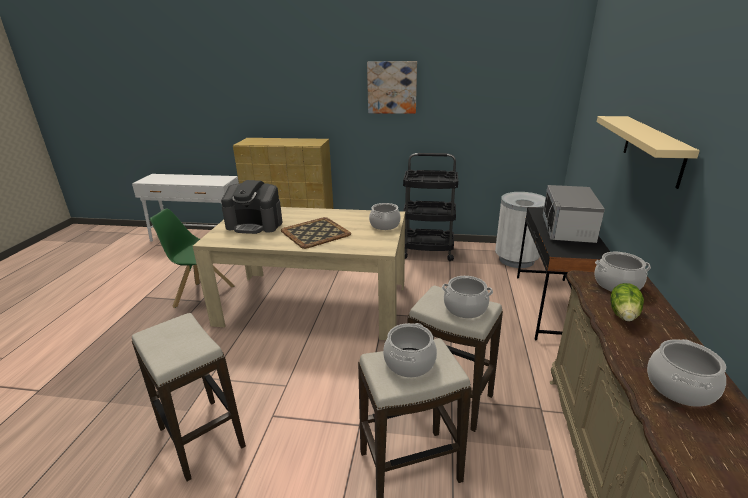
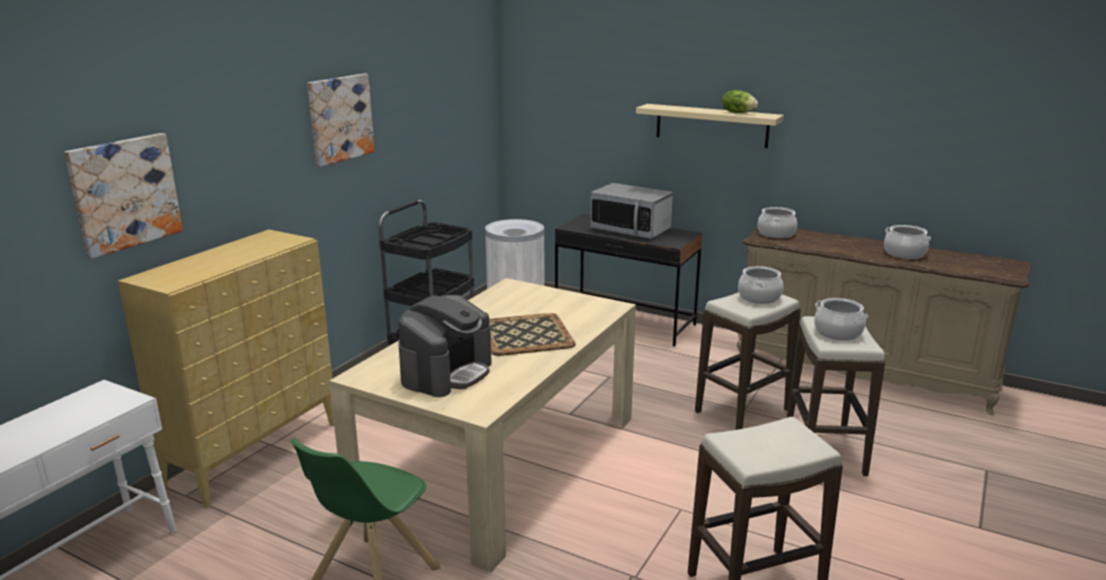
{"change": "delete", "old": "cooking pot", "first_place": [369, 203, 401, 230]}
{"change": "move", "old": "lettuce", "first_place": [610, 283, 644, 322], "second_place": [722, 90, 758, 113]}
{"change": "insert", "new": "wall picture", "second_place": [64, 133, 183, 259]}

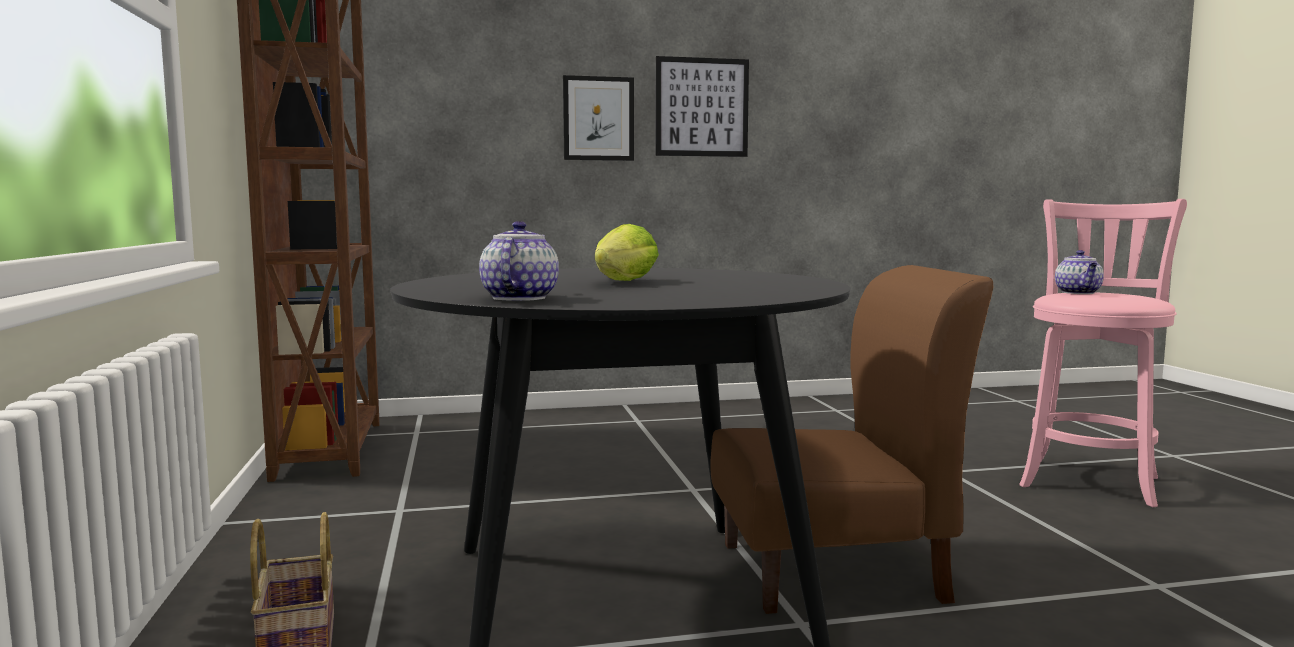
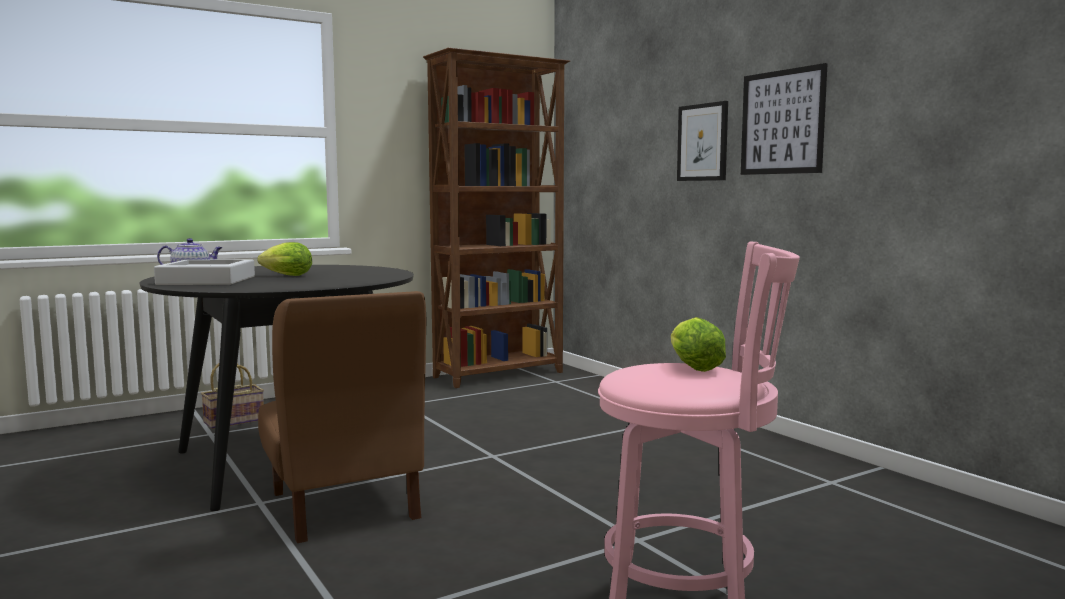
{"change": "replace", "old": "teapot", "new": "lettuce", "first_place": [1055, 250, 1104, 294], "second_place": [671, 317, 726, 372]}
{"change": "insert", "new": "gray carrying tray", "second_place": [154, 259, 255, 285]}

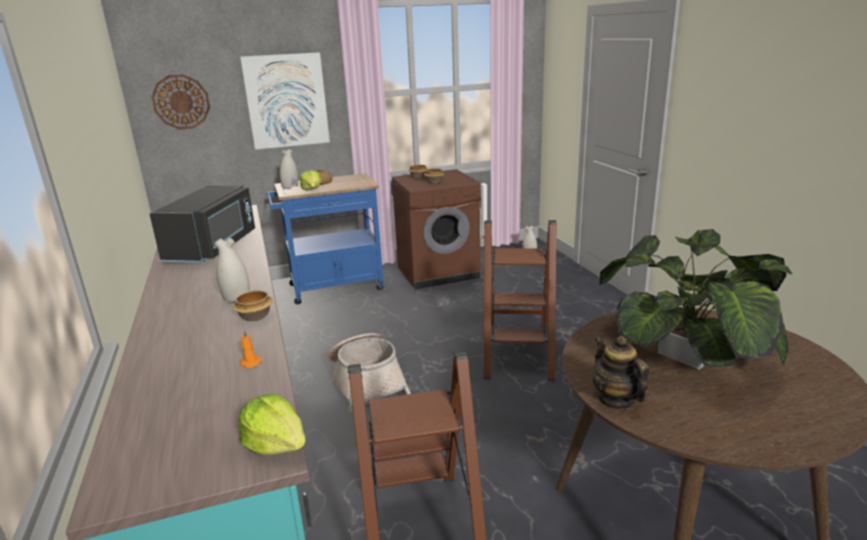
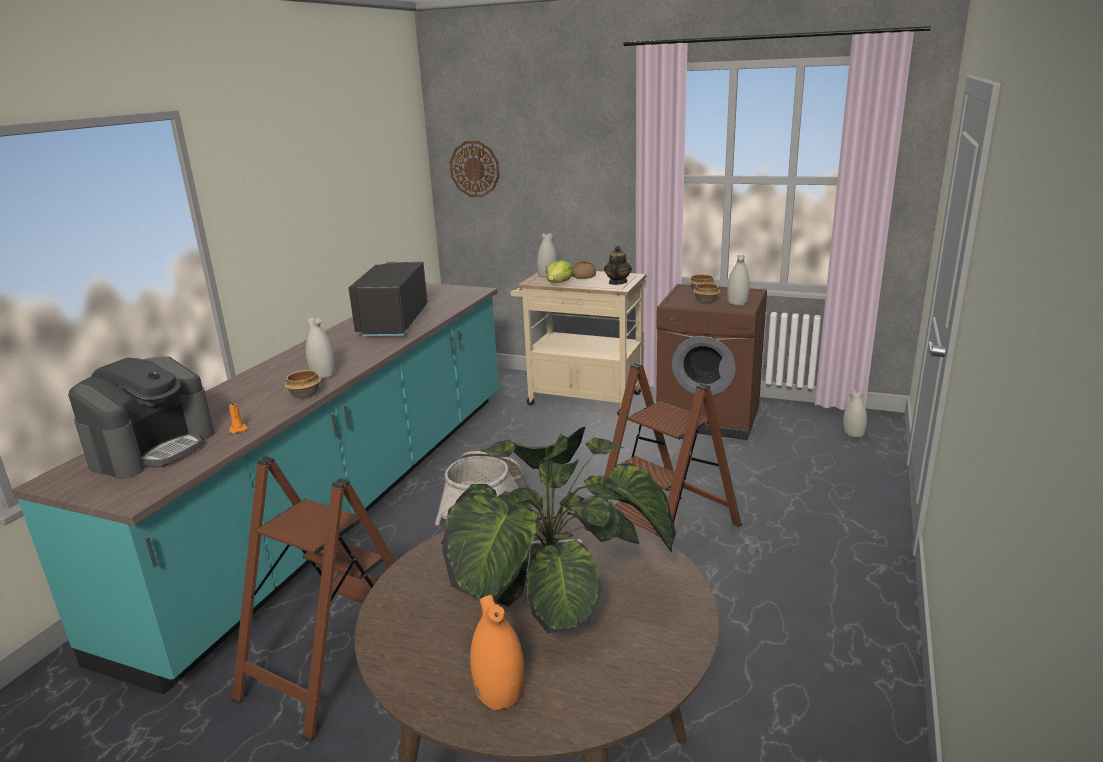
{"change": "rotate", "old": "blackish microwave", "first_place": [150, 185, 255, 262], "second_place": [349, 262, 428, 337], "degrees": 135}
{"change": "delete", "old": "lettuce", "first_place": [238, 394, 306, 455]}
{"change": "delete", "old": "wall picture", "first_place": [240, 52, 330, 150]}
{"change": "recolor", "old": "blue wheeled cart", "new": "beige-coloured wheeled cart", "first_place": [266, 173, 384, 305], "second_place": [510, 271, 646, 416]}
{"change": "move", "old": "teapot", "first_place": [592, 336, 649, 410], "second_place": [604, 246, 632, 285]}
{"change": "insert", "new": "coffee brewer", "second_place": [68, 356, 215, 479]}
{"change": "insert", "new": "orangey decorative vase", "second_place": [470, 595, 524, 710]}
{"change": "insert", "new": "whitish decorative vase", "second_place": [727, 255, 750, 306]}

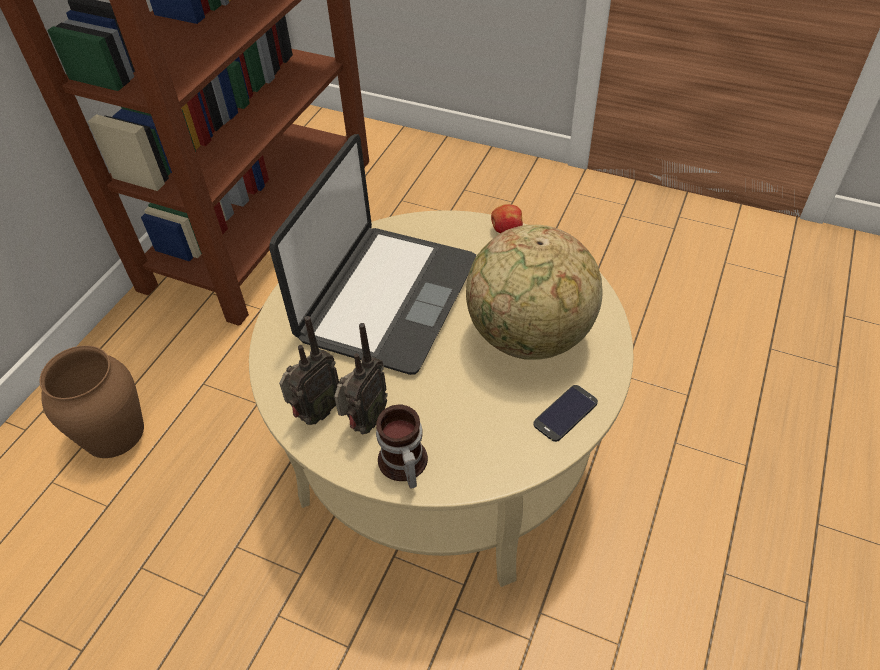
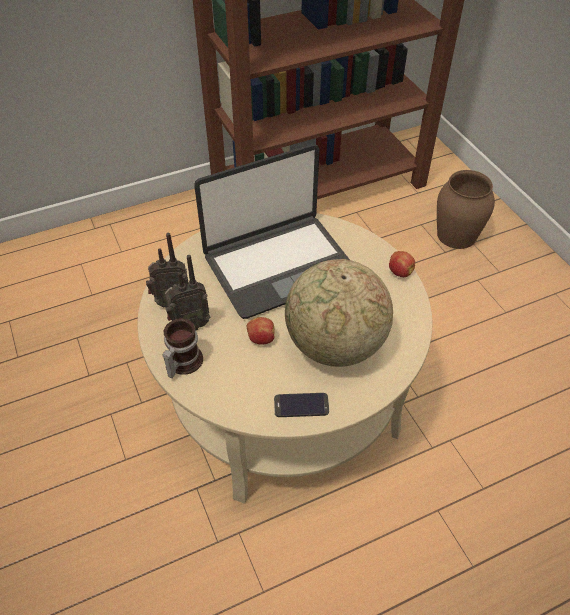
{"change": "move", "old": "brown-coloured decorative vase", "first_place": [40, 345, 144, 458], "second_place": [437, 170, 495, 249]}
{"change": "insert", "new": "whole apple", "second_place": [247, 317, 275, 345]}

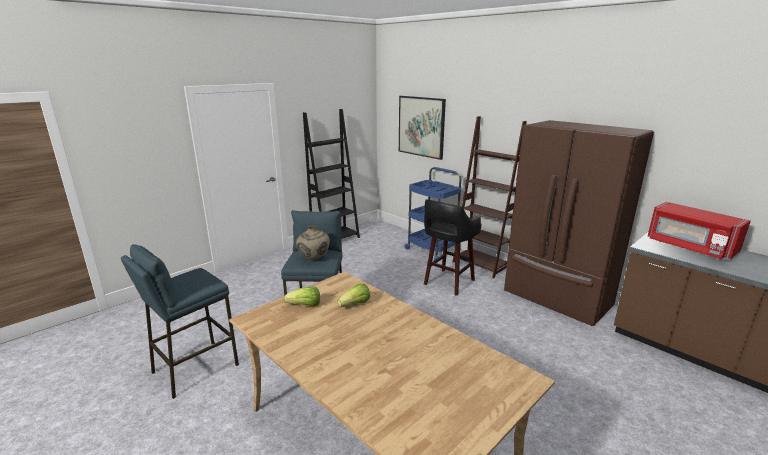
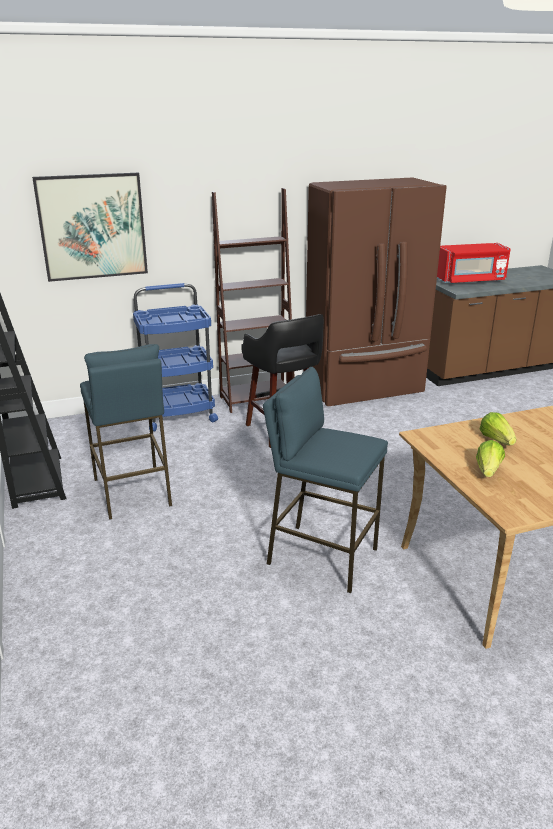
{"change": "move", "old": "blue stool seat", "first_place": [121, 244, 239, 399], "second_place": [80, 344, 172, 520]}
{"change": "delete", "old": "beige-coloured decorative vase", "first_place": [296, 226, 330, 260]}

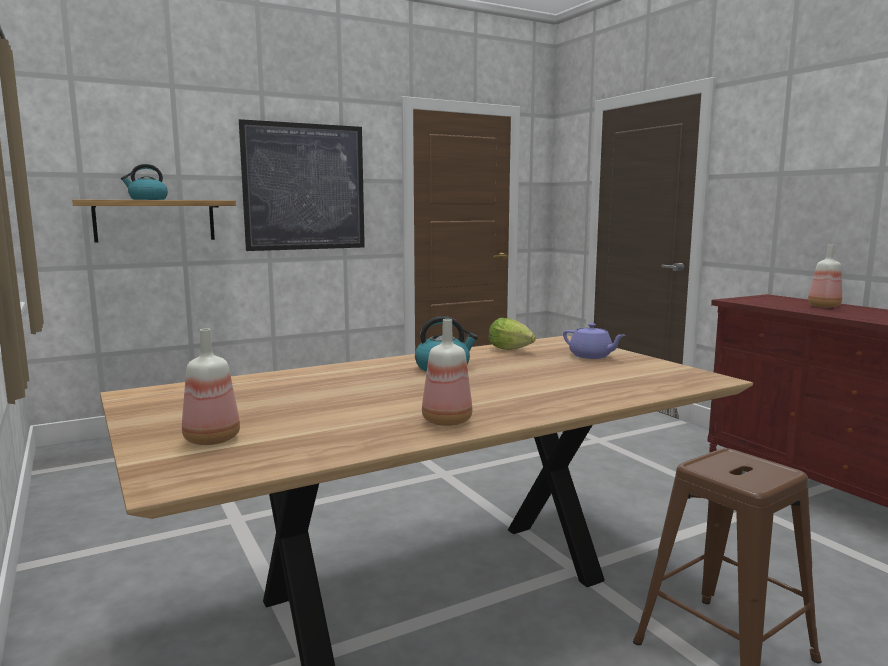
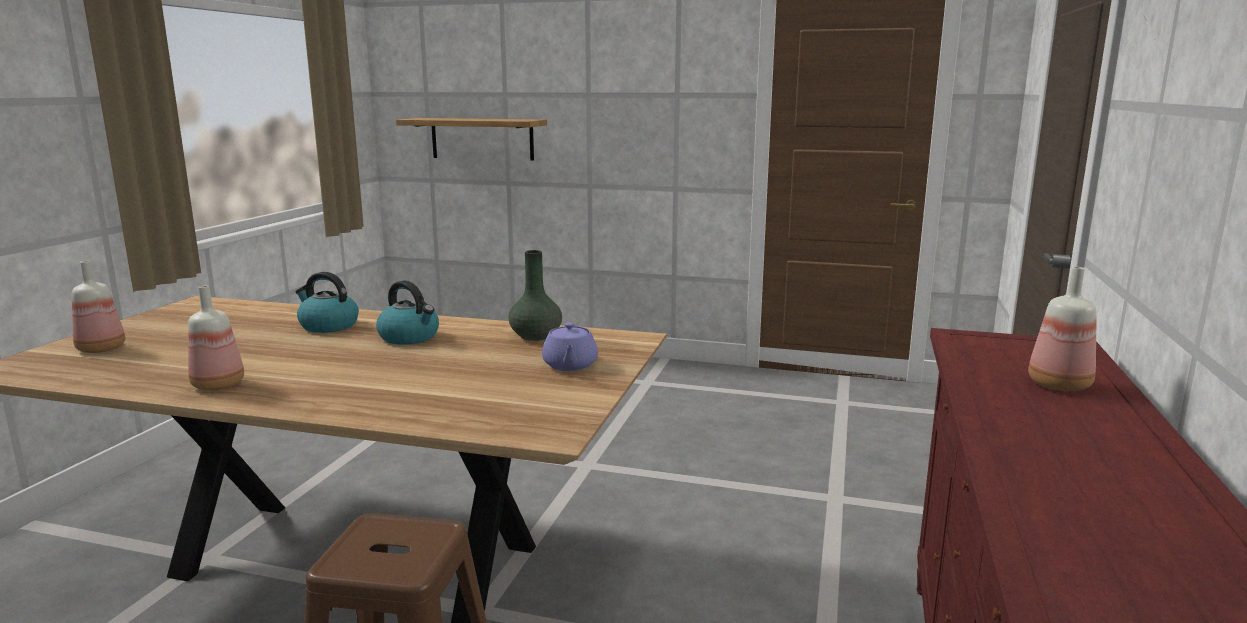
{"change": "move", "old": "water kettle", "first_place": [121, 164, 168, 200], "second_place": [295, 272, 359, 333]}
{"change": "delete", "old": "wall picture", "first_place": [239, 119, 365, 251]}
{"change": "replace", "old": "lettuce", "new": "greenish decorative vase", "first_place": [488, 318, 536, 350], "second_place": [508, 250, 562, 341]}

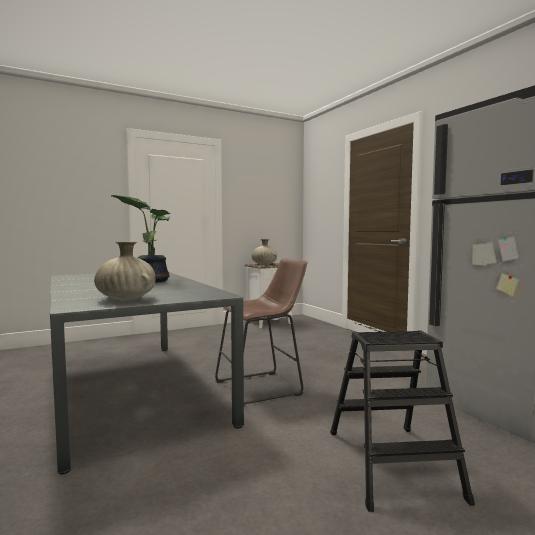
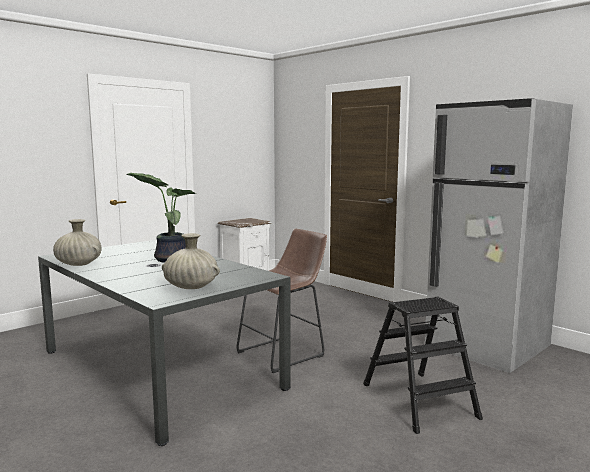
{"change": "move", "old": "beige-coloured decorative vase", "first_place": [252, 239, 277, 265], "second_place": [53, 219, 102, 266]}

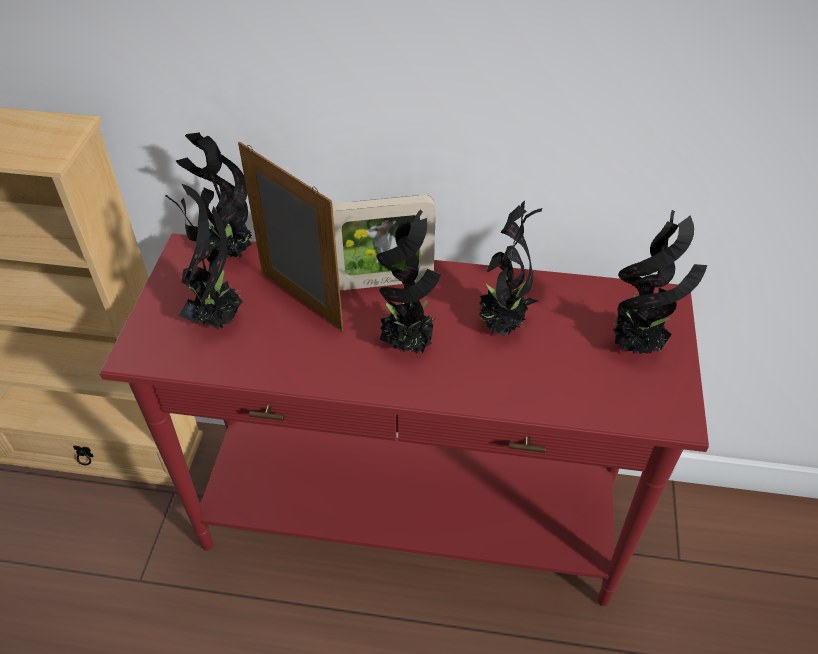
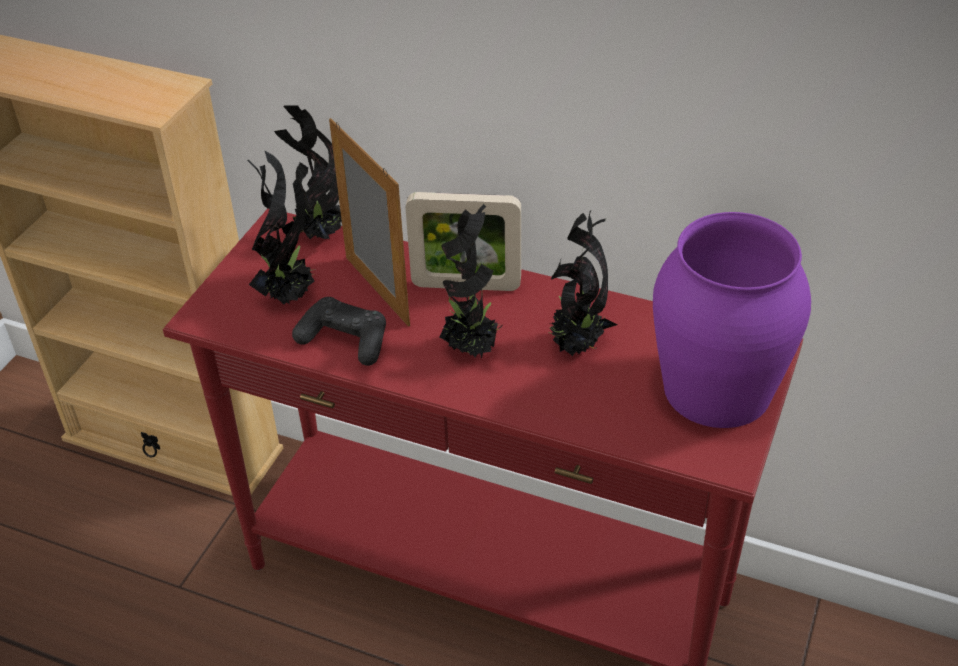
{"change": "replace", "old": "potted plant", "new": "purplish decorative vase", "first_place": [613, 210, 707, 354], "second_place": [653, 212, 811, 428]}
{"change": "insert", "new": "blackish game controller", "second_place": [292, 297, 386, 366]}

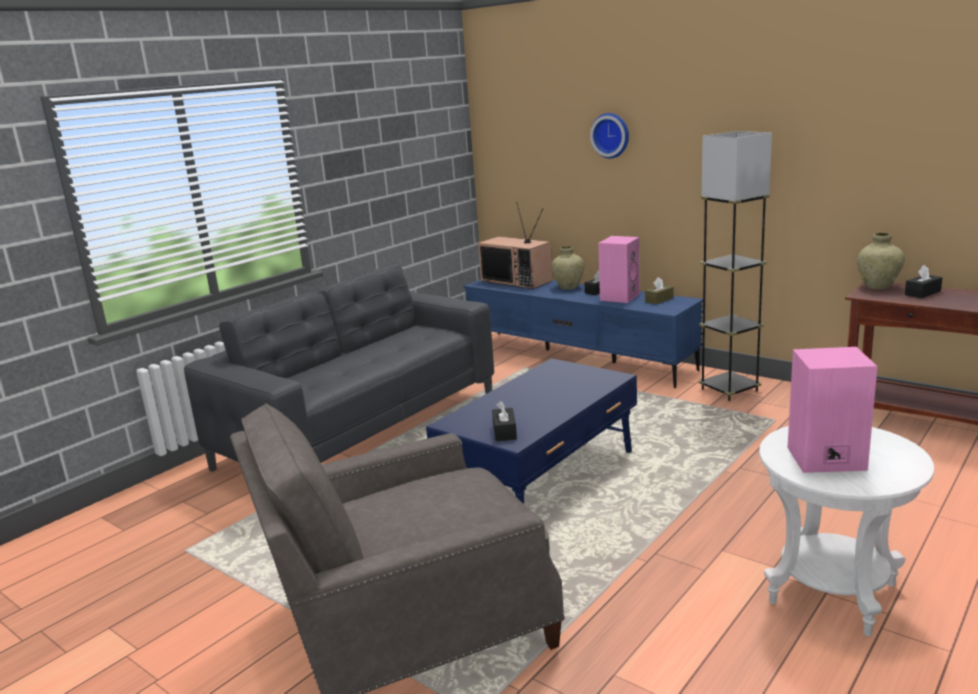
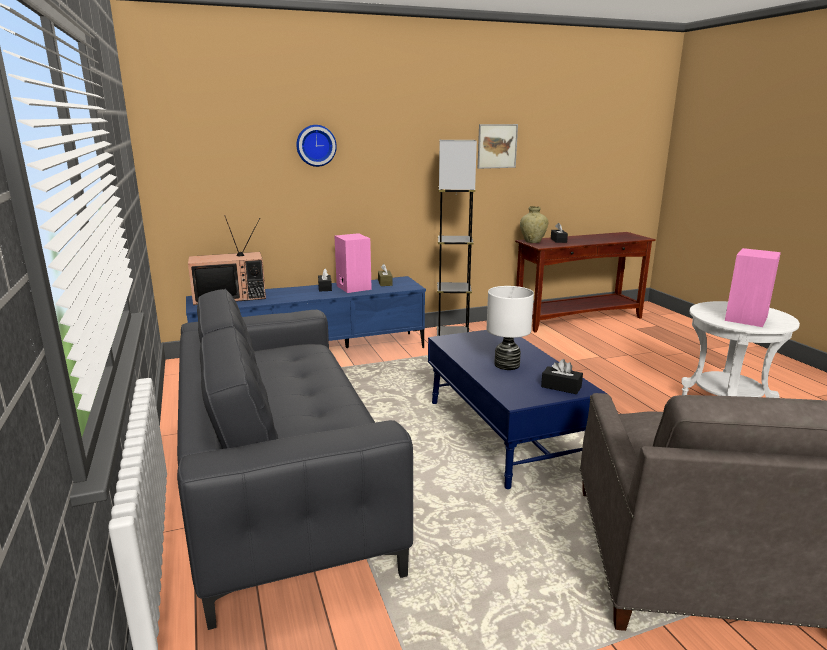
{"change": "delete", "old": "beige-coloured decorative vase", "first_place": [551, 246, 584, 290]}
{"change": "insert", "new": "wall picture", "second_place": [478, 124, 518, 169]}
{"change": "insert", "new": "whitish lamp for a table", "second_place": [487, 286, 534, 370]}

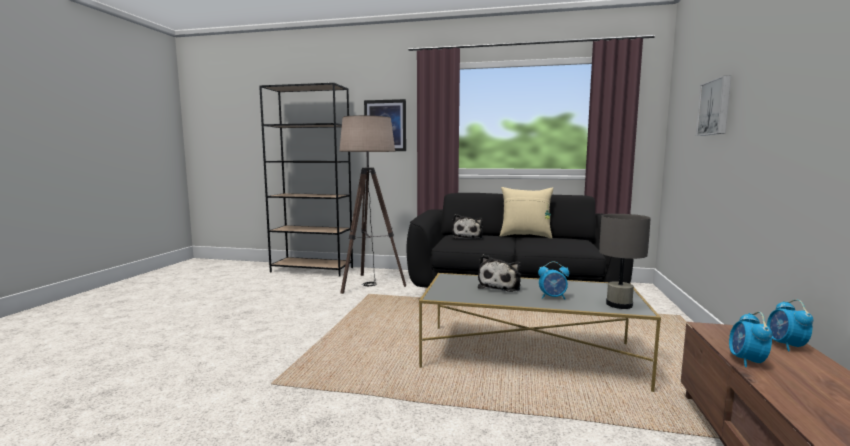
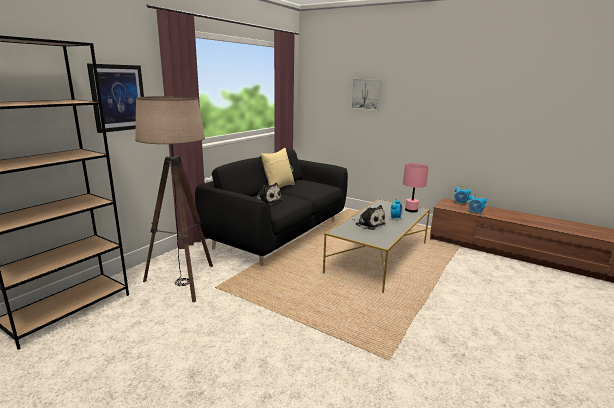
{"change": "recolor", "old": "gray lamp for a table", "new": "pinkish lamp for a table", "first_place": [599, 214, 650, 309], "second_place": [403, 163, 429, 212]}

